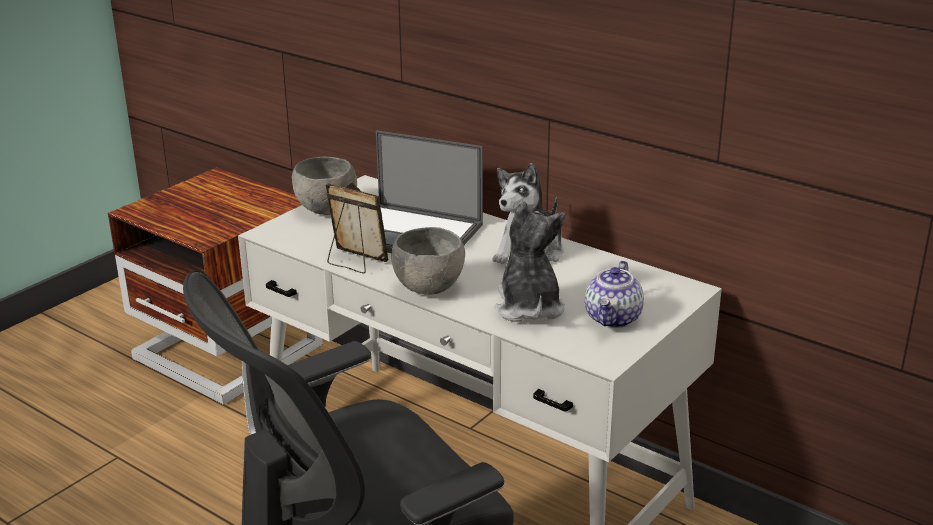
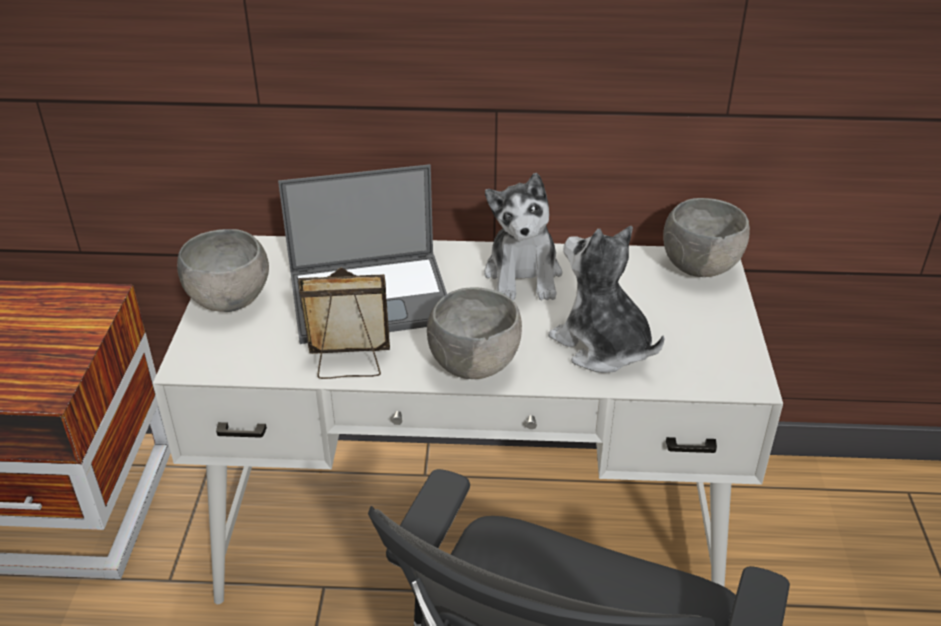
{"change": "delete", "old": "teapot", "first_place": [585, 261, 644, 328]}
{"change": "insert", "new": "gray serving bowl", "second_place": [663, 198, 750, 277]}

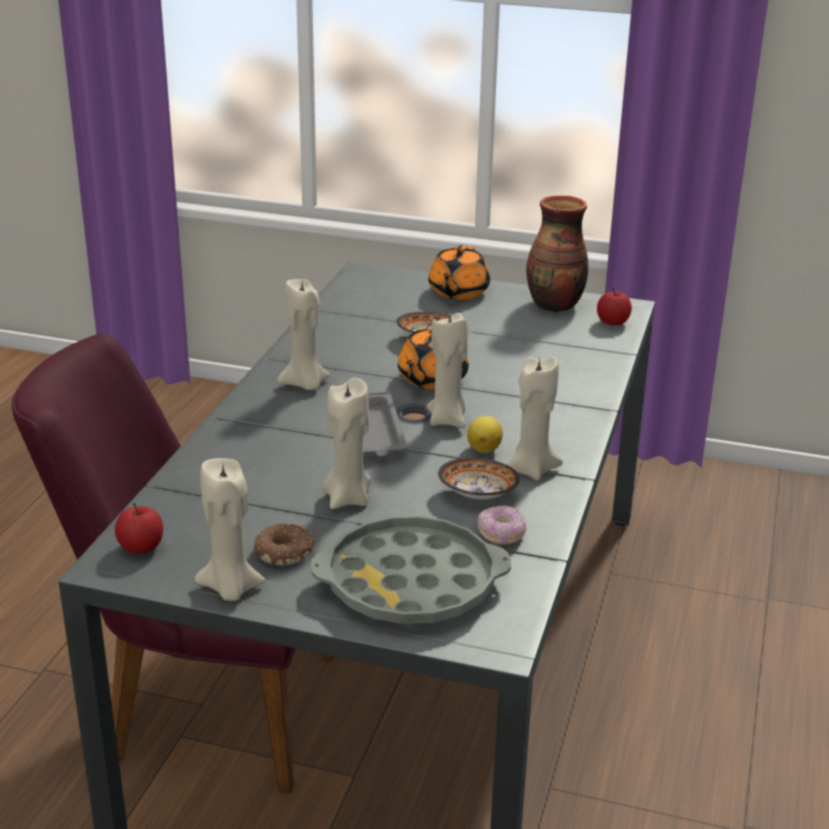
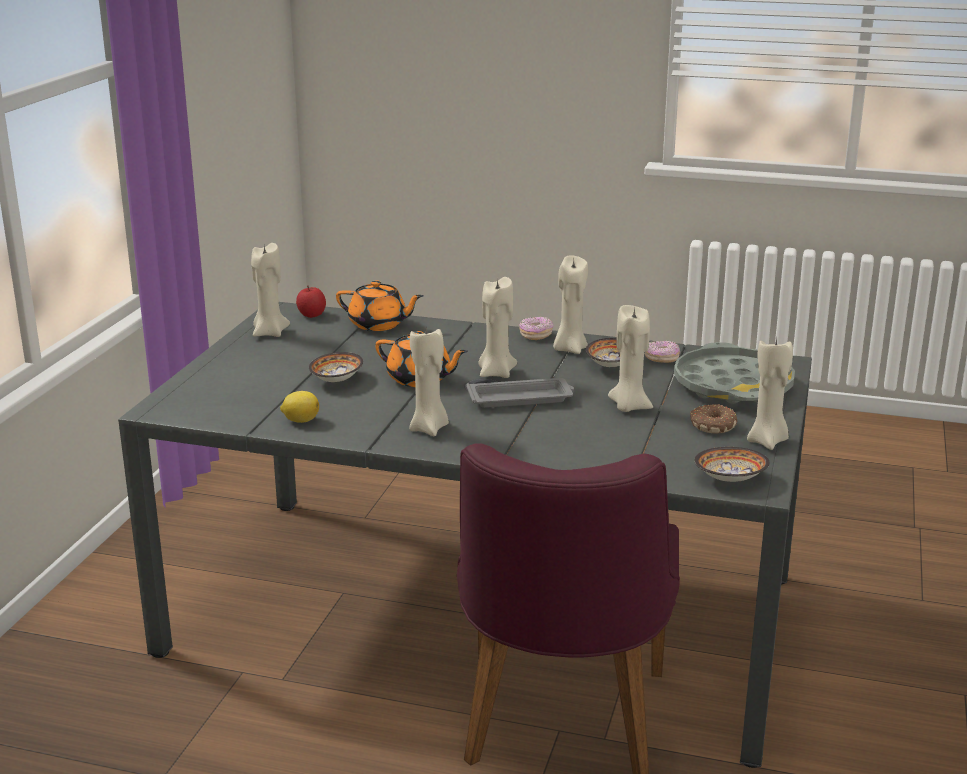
{"change": "replace", "old": "whole apple", "new": "serving bowl", "first_place": [115, 503, 163, 553], "second_place": [694, 447, 770, 482]}
{"change": "move", "old": "orangey teapot", "first_place": [428, 245, 490, 300], "second_place": [336, 280, 424, 331]}
{"change": "move", "old": "lemon", "first_place": [467, 416, 503, 453], "second_place": [280, 391, 319, 423]}
{"change": "replace", "old": "decorative vase", "new": "beige-coloured wax light", "first_place": [526, 195, 588, 313], "second_place": [251, 243, 290, 337]}
{"change": "insert", "new": "donut", "second_place": [519, 316, 553, 340]}

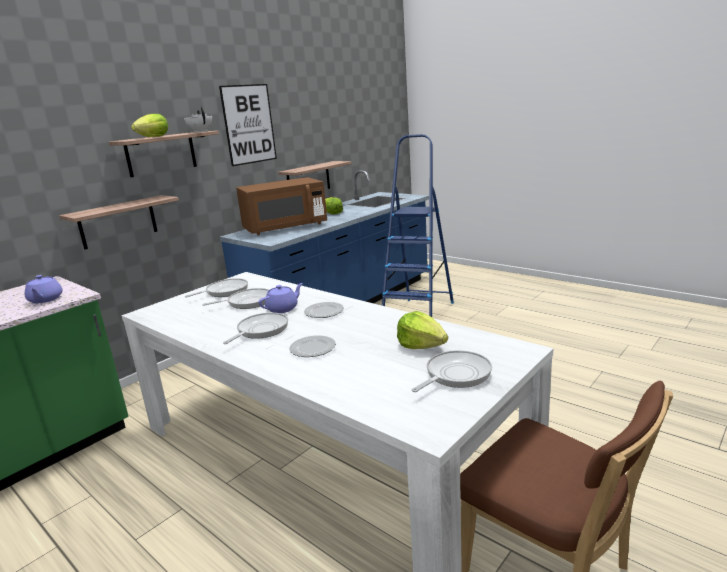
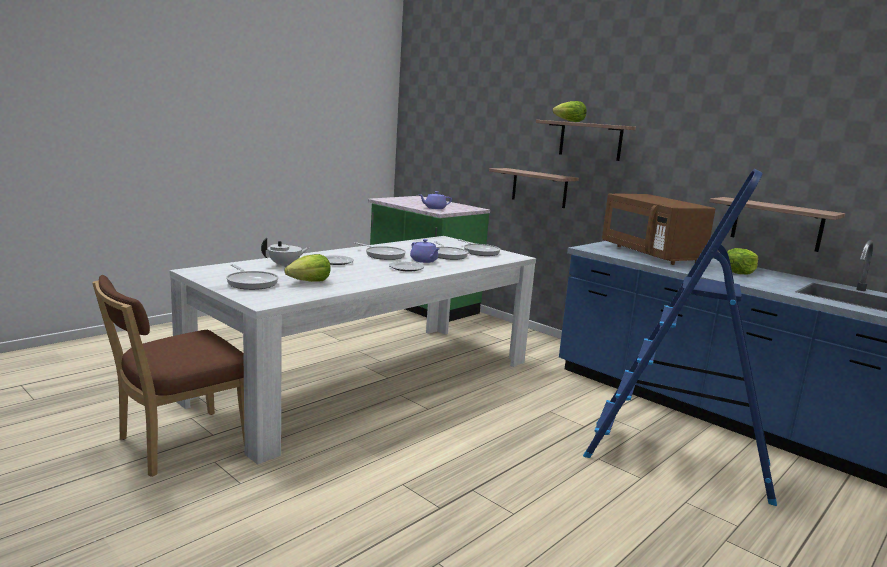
{"change": "move", "old": "whitish teapot", "first_place": [184, 106, 212, 133], "second_place": [261, 238, 310, 267]}
{"change": "delete", "old": "wall picture", "first_place": [219, 84, 277, 166]}

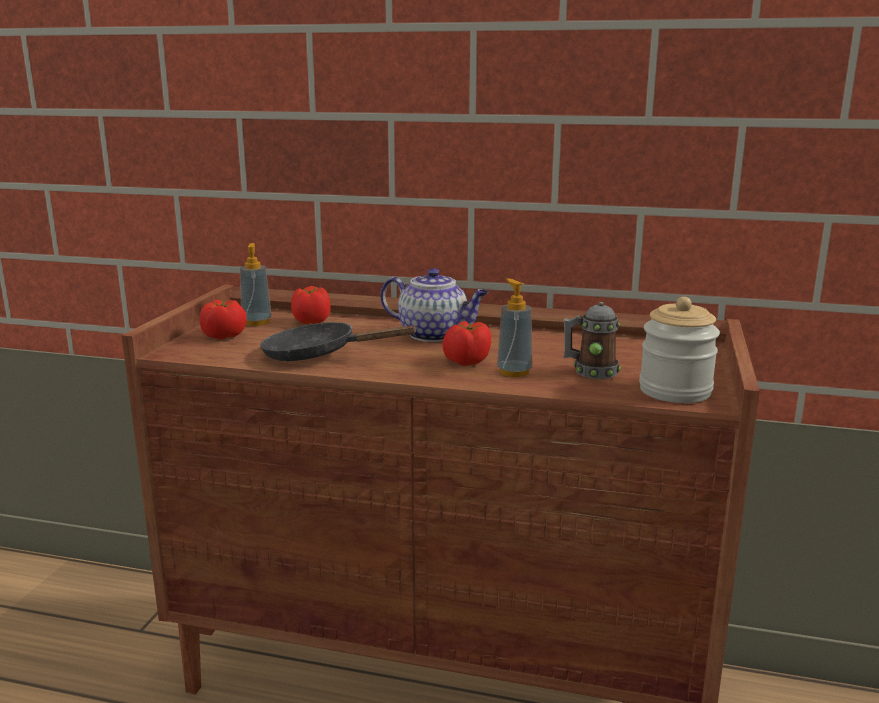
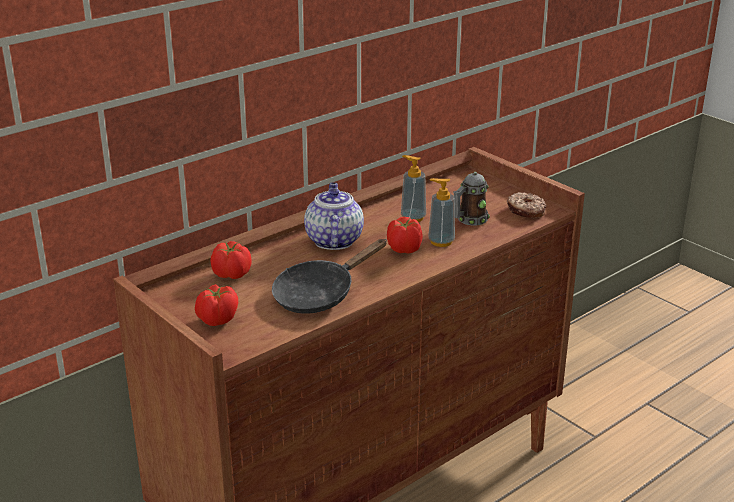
{"change": "move", "old": "soap dispenser", "first_place": [240, 243, 272, 326], "second_place": [401, 155, 426, 222]}
{"change": "rotate", "old": "teapot", "first_place": [380, 268, 489, 342], "second_place": [304, 183, 364, 250], "degrees": -60}
{"change": "replace", "old": "preserve jar", "new": "donut", "first_place": [639, 297, 720, 403], "second_place": [507, 192, 546, 219]}

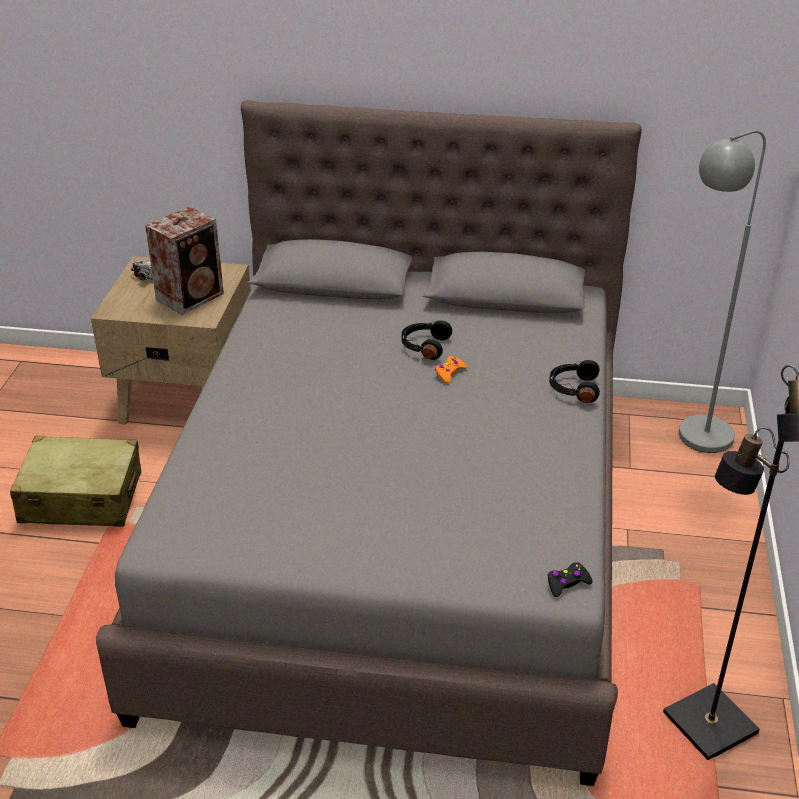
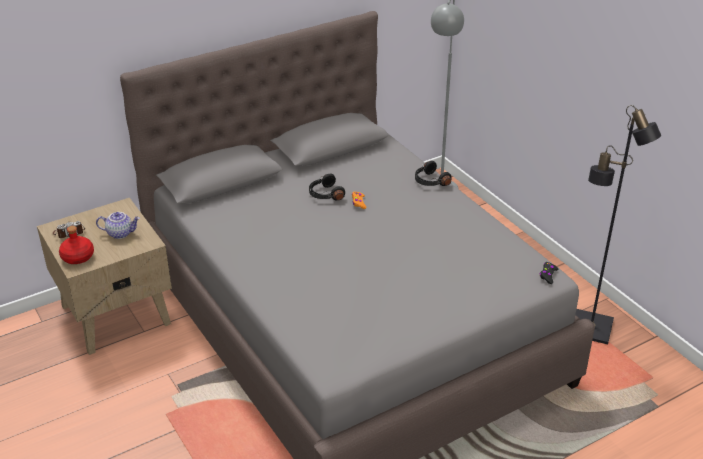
{"change": "delete", "old": "beige-coloured travel case", "first_place": [10, 436, 141, 527]}
{"change": "replace", "old": "audio speaker", "new": "teapot", "first_place": [145, 206, 224, 315], "second_place": [96, 212, 140, 239]}
{"change": "insert", "new": "red beverage bottle", "second_place": [59, 226, 94, 264]}

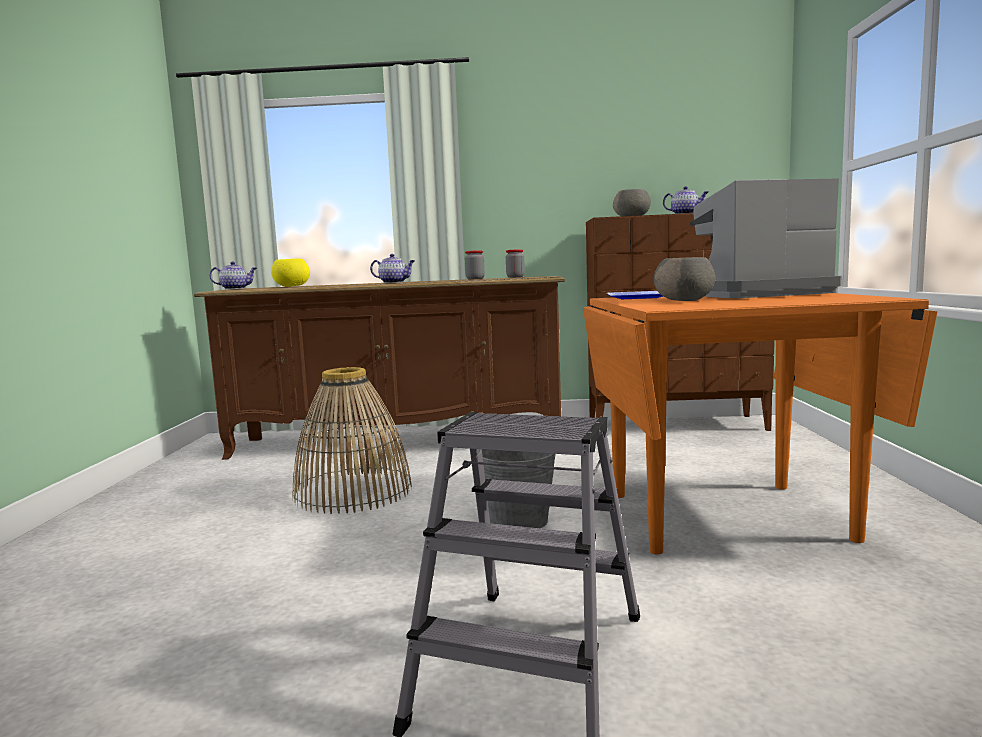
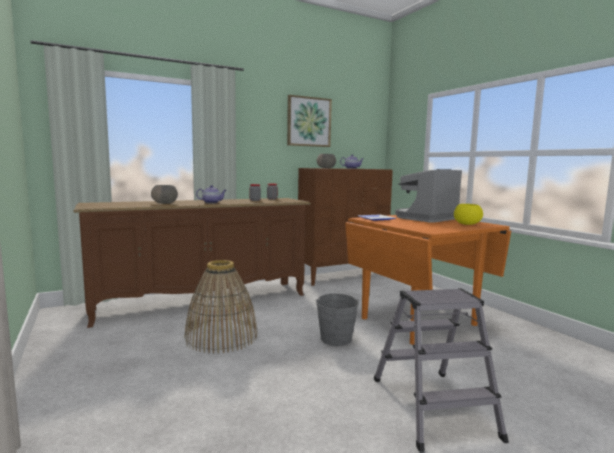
{"change": "delete", "old": "teapot", "first_place": [209, 261, 257, 289]}
{"change": "move", "old": "yellow serving bowl", "first_place": [271, 259, 310, 287], "second_place": [454, 204, 483, 225]}
{"change": "move", "old": "gray serving bowl", "first_place": [654, 257, 715, 301], "second_place": [151, 185, 178, 204]}
{"change": "insert", "new": "wall picture", "second_place": [287, 95, 332, 147]}

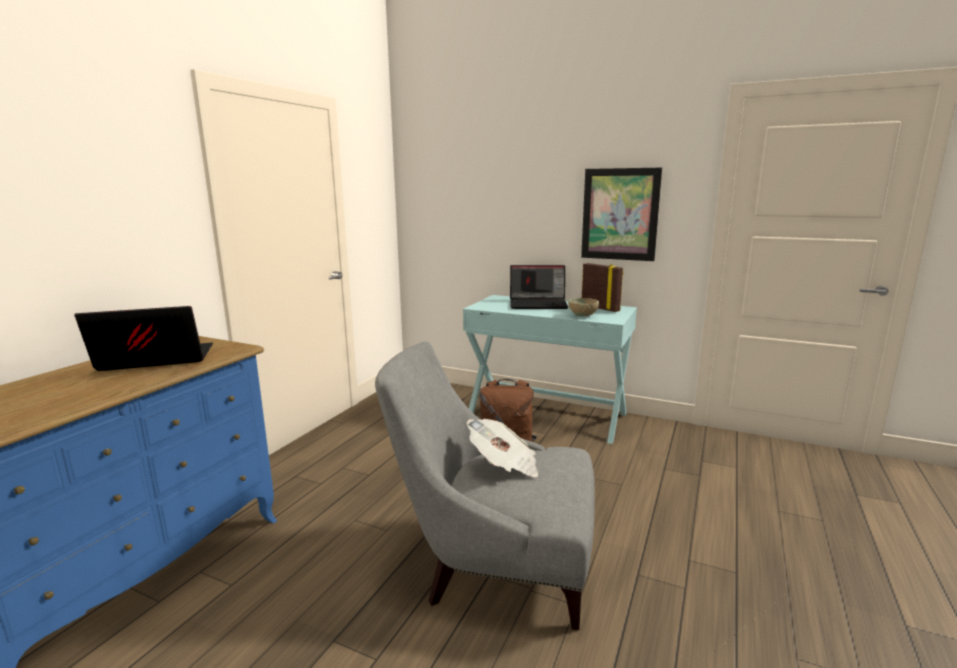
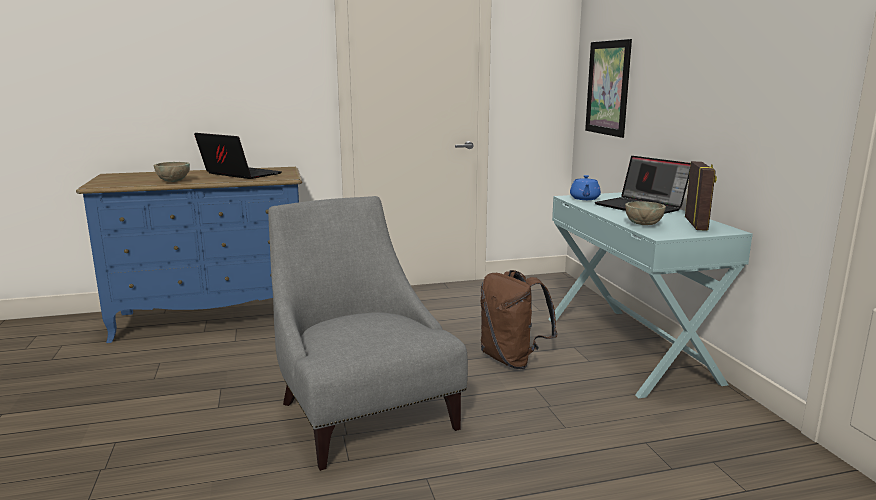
{"change": "delete", "old": "newspaper", "first_place": [467, 419, 538, 477]}
{"change": "move", "old": "wall picture", "first_place": [581, 168, 662, 261], "second_place": [585, 39, 632, 138]}
{"change": "insert", "new": "beige-coloured serving bowl", "second_place": [154, 162, 190, 182]}
{"change": "insert", "new": "blue teapot", "second_place": [570, 175, 601, 200]}

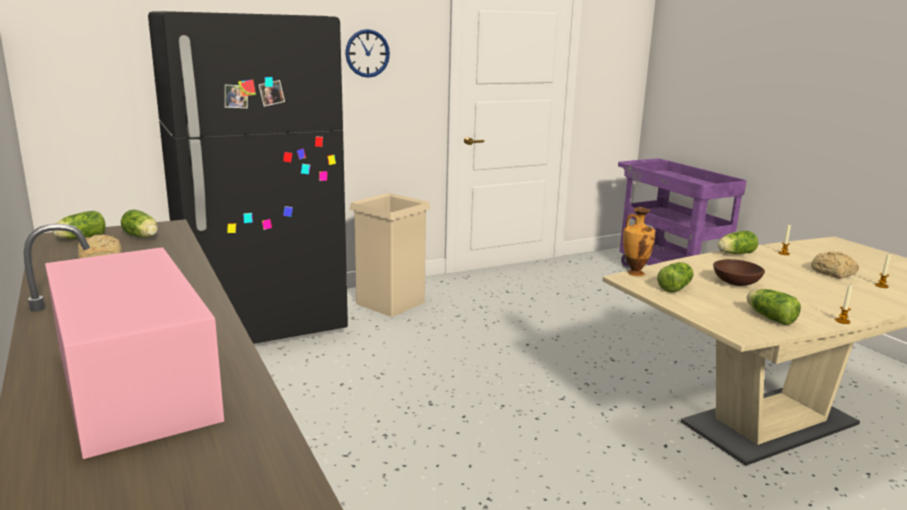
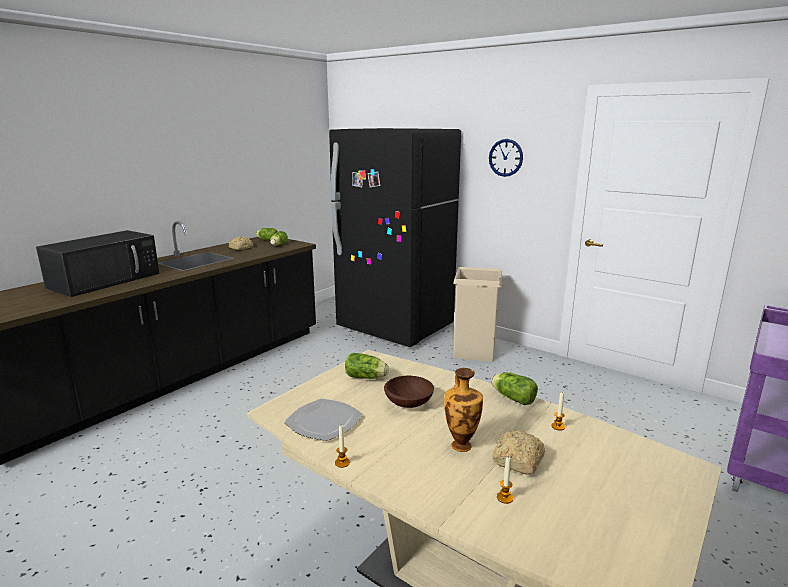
{"change": "recolor", "old": "pinkish microwave", "new": "blackish microwave", "first_place": [45, 247, 224, 459], "second_place": [36, 230, 160, 297]}
{"change": "move", "old": "decorative vase", "first_place": [623, 207, 655, 276], "second_place": [444, 368, 483, 452]}
{"change": "replace", "old": "lettuce", "new": "flat dish", "first_place": [746, 289, 801, 325], "second_place": [284, 399, 362, 441]}

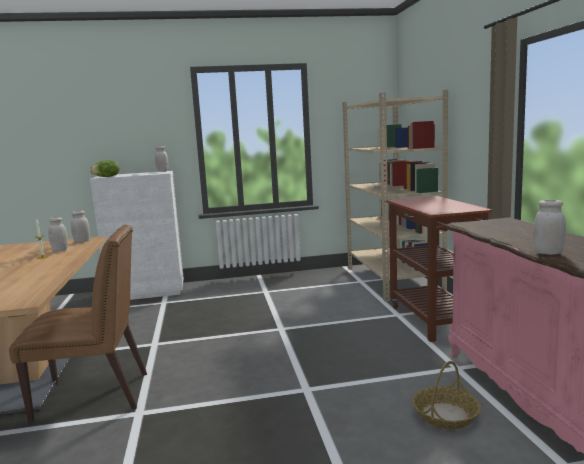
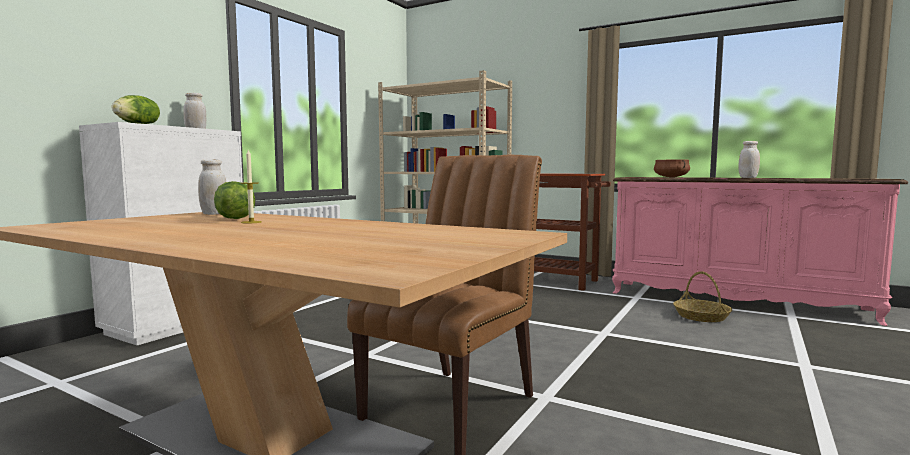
{"change": "replace", "old": "whitish preserve jar", "new": "lettuce", "first_place": [48, 217, 68, 252], "second_place": [214, 181, 255, 219]}
{"change": "insert", "new": "brown-coloured cooking pot", "second_place": [654, 160, 690, 177]}

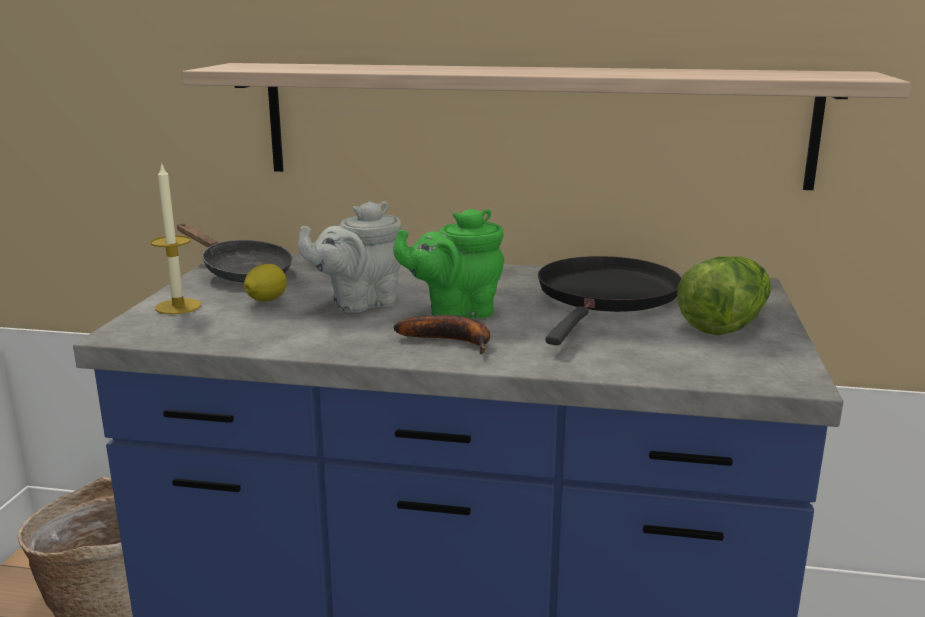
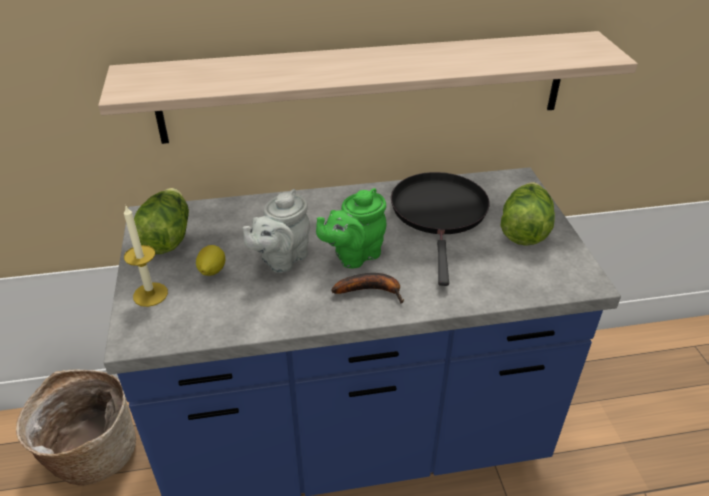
{"change": "replace", "old": "blackish pan", "new": "lettuce", "first_place": [177, 224, 293, 283], "second_place": [134, 188, 189, 254]}

